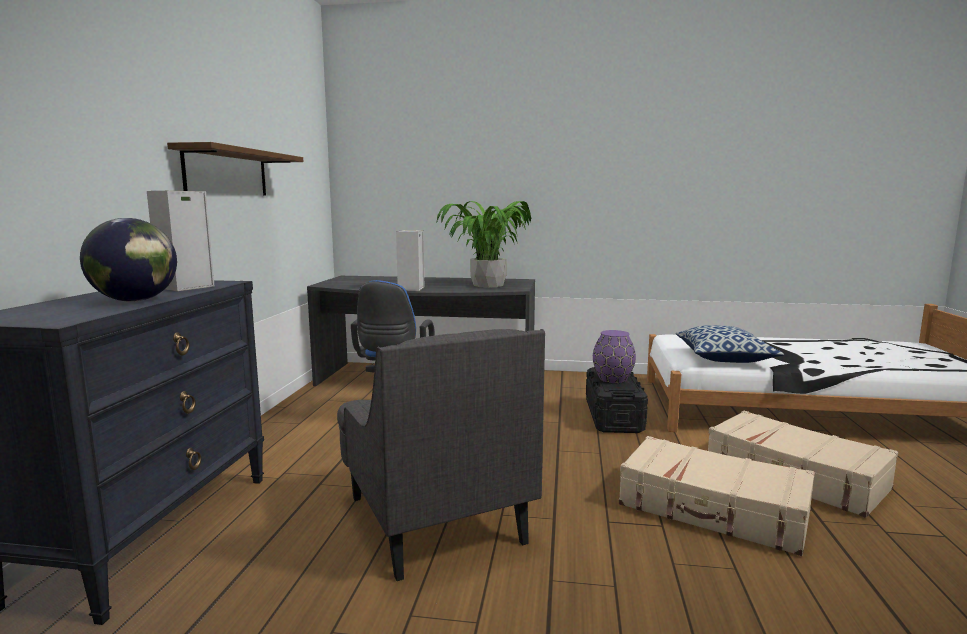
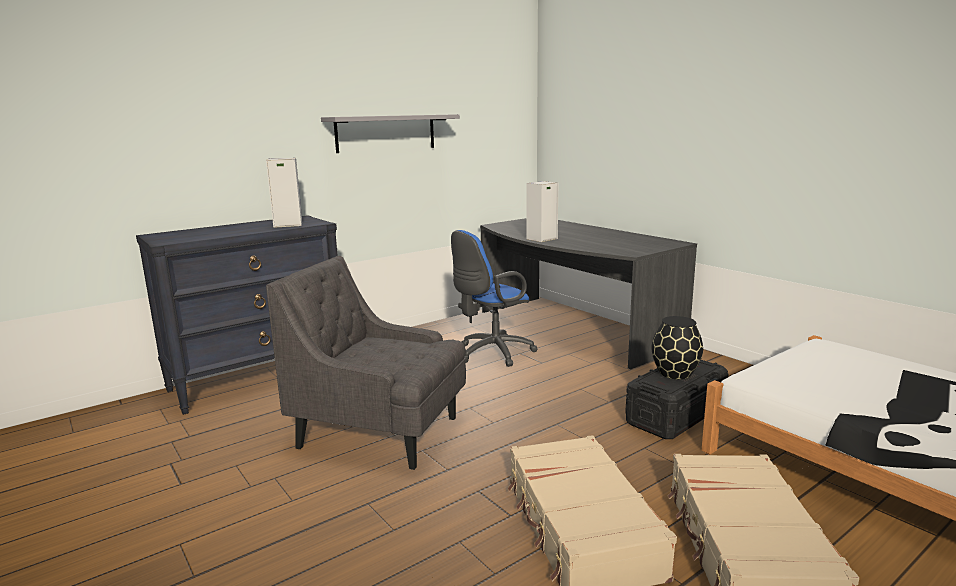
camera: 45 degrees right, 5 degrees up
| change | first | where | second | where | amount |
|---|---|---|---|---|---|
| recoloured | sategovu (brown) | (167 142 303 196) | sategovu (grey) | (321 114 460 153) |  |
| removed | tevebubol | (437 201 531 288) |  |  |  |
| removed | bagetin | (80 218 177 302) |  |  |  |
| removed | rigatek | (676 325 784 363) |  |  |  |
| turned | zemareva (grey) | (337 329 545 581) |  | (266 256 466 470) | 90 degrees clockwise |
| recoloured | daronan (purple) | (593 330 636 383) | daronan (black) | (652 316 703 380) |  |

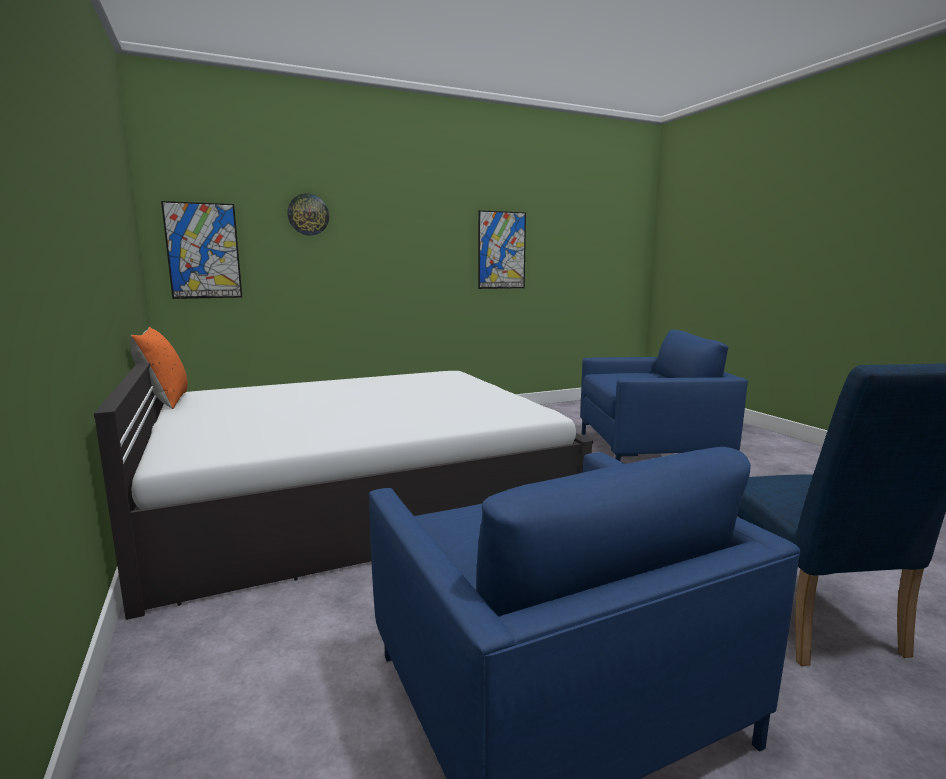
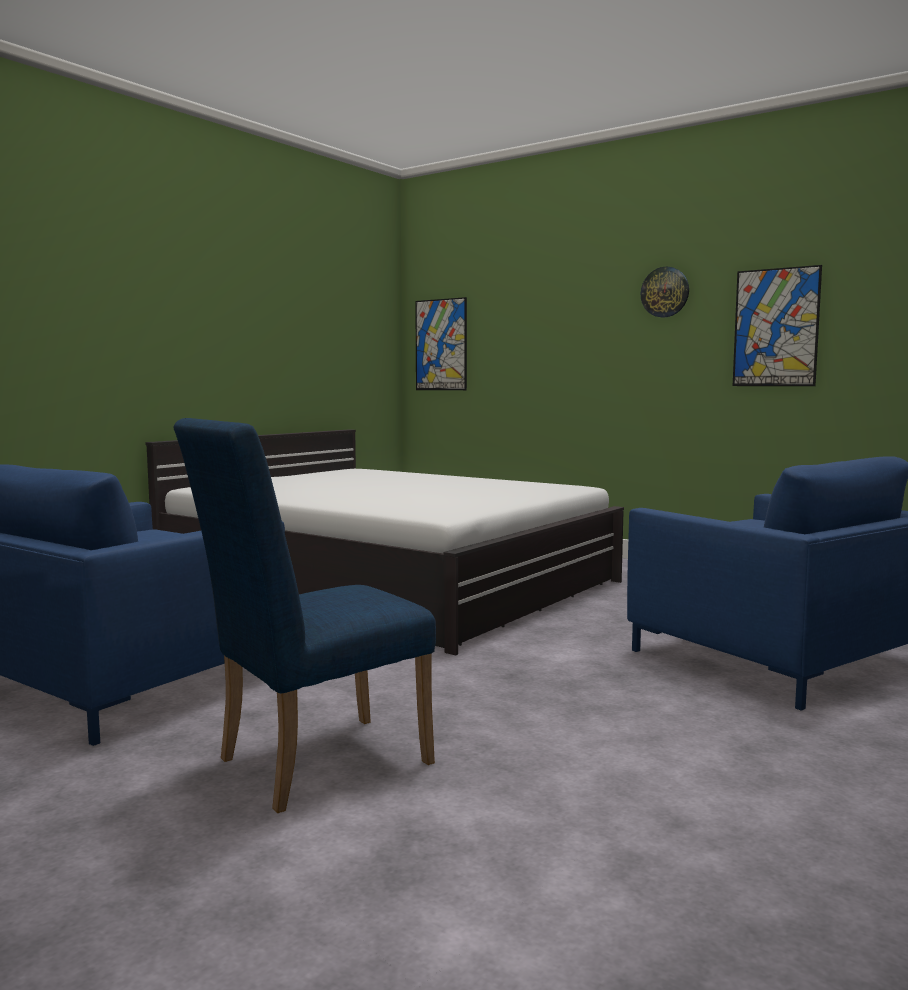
camera: 60 degrees right, 5 degrees down
| change | first | where | second | where | amount |
|---|---|---|---|---|---|
| moved | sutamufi | (287 193 329 236) |  | (641 267 689 318) |  |
| removed | rigatek (orange) | (130 327 188 409) |  |  |  |

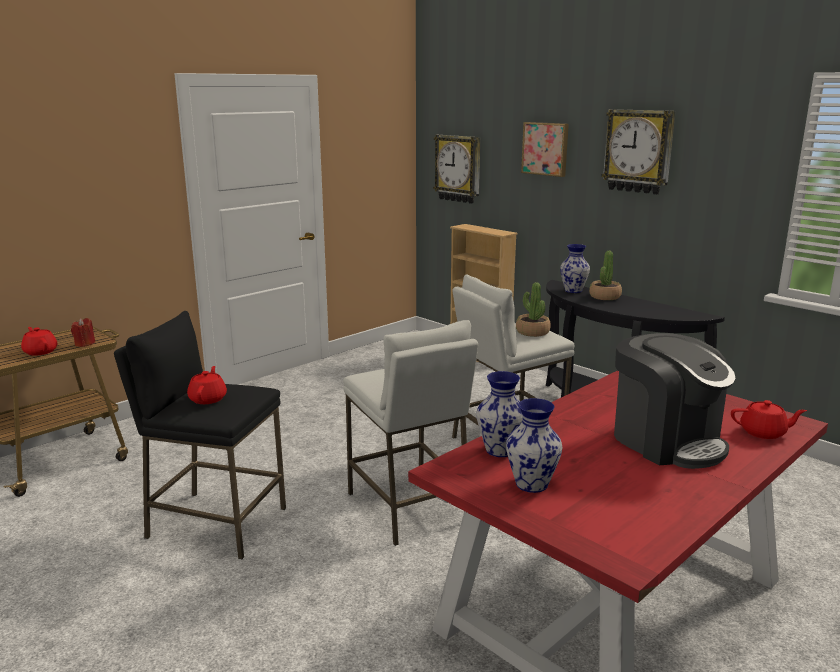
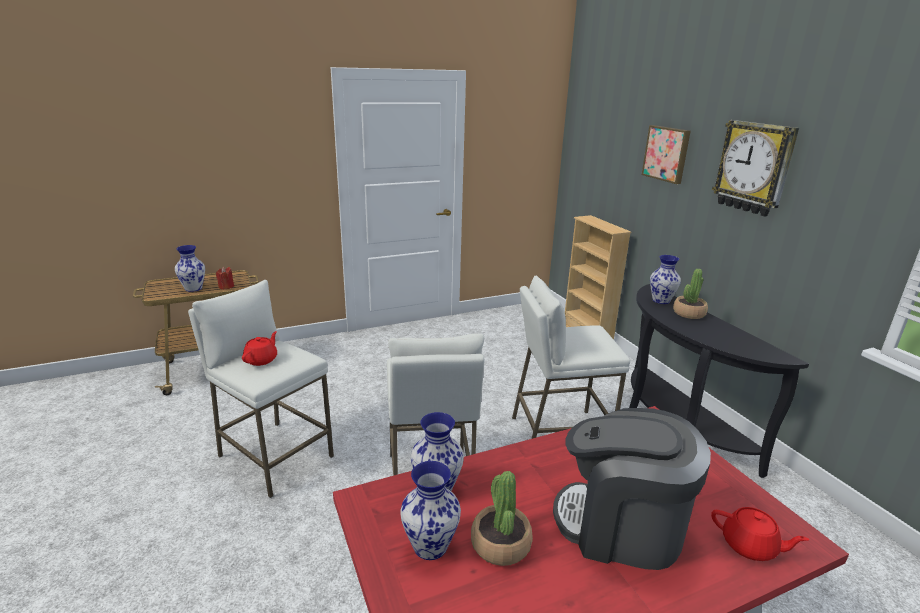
camera: 20 degrees right, 5 degrees up
| change | first | where | second | where | amount |
|---|---|---|---|---|---|
| removed | sutamufi | (433 135 480 204) |  |  |  |
| moved | tevebubol | (516 282 551 337) |  | (471 471 533 566) |  |
| recoloured | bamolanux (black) | (114 311 286 559) | bamolanux (white) | (188 280 334 498) |  |
| replaced | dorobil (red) | (21 327 57 356) | daronan | (175 245 205 292) |  |
| turned | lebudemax | (614 333 735 469) |  | (553 408 711 570) | 120 degrees clockwise |

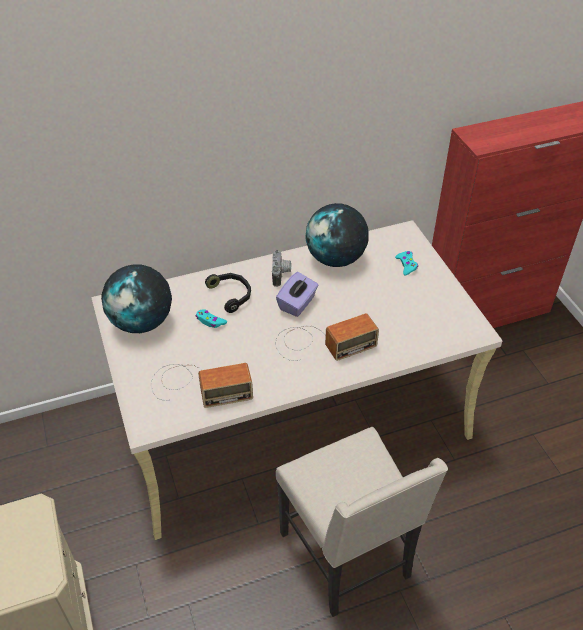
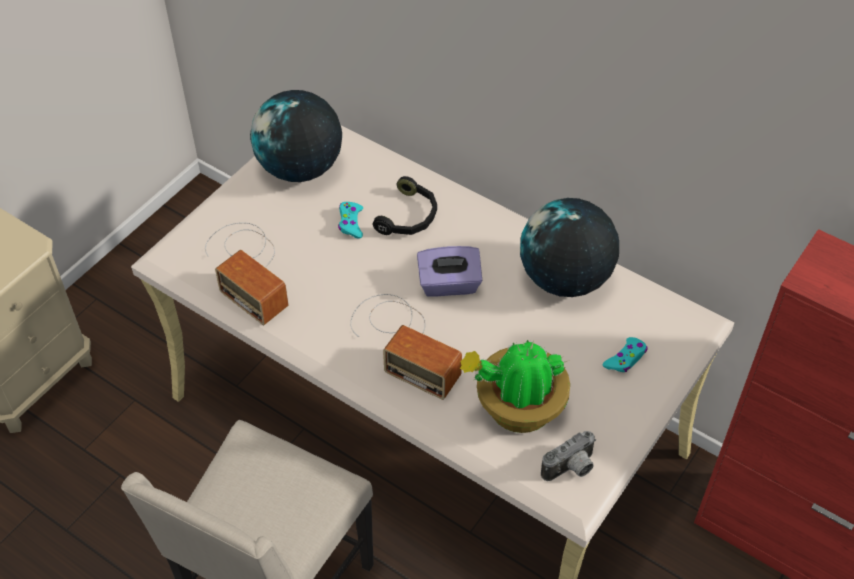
camera: 55 degrees right, 5 degrees up
| change | first | where | second | where | amount |
|---|---|---|---|---|---|
| moved | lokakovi | (272 250 291 287) |  | (541 431 596 481) |  |
| added |  |  | tevebubol | (460 340 570 433) |  |

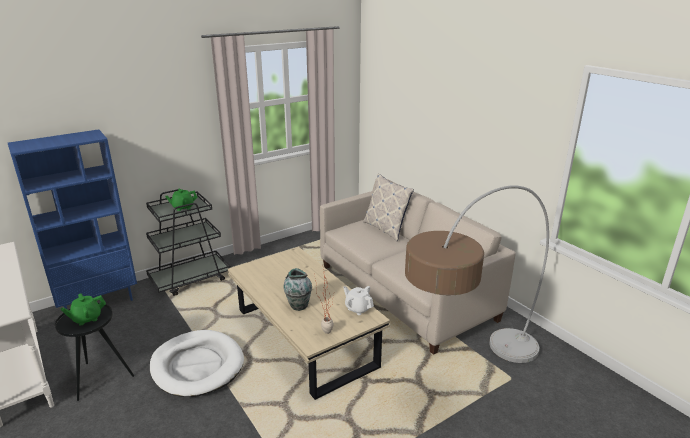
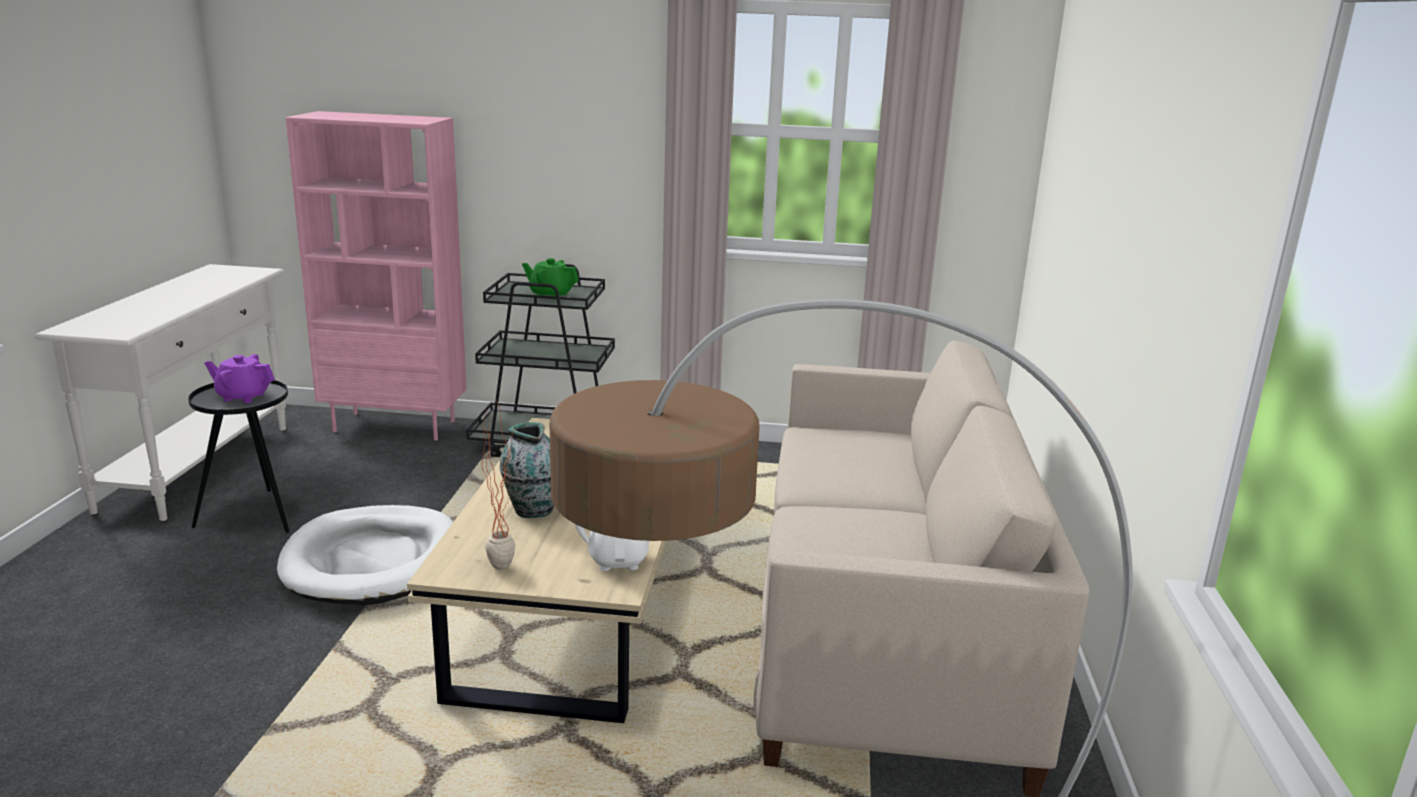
camera: 40 degrees right, 5 degrees down
| change | first | where | second | where | amount |
|---|---|---|---|---|---|
| recoloured | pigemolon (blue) | (8 129 137 310) | pigemolon (pink) | (285 111 467 440) |  |
| removed | rigatek | (363 173 414 241) |  |  |  |
| recoloured | dorobil (green) | (61 293 106 326) | dorobil (purple) | (204 354 275 403) |  |

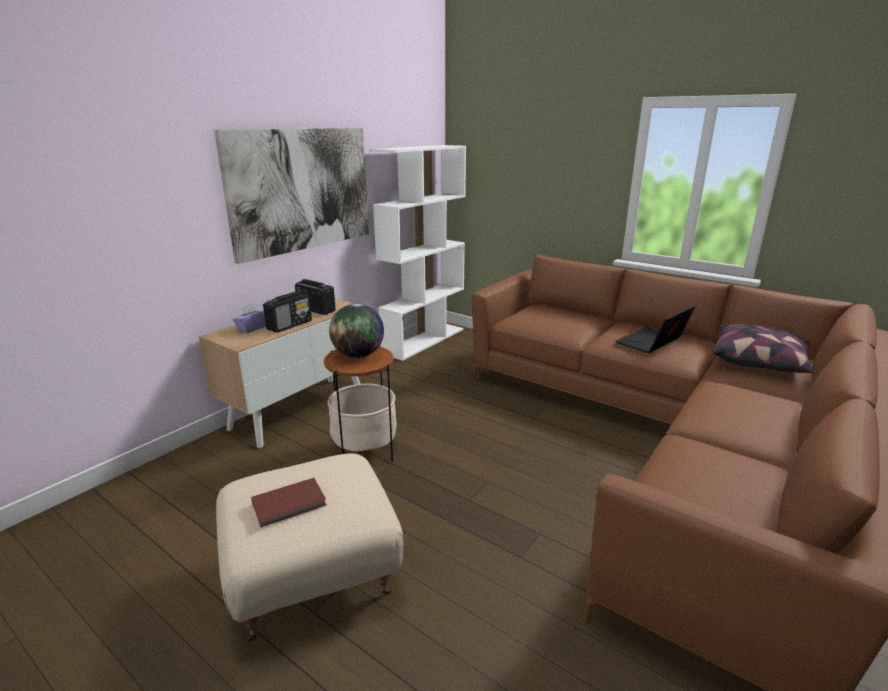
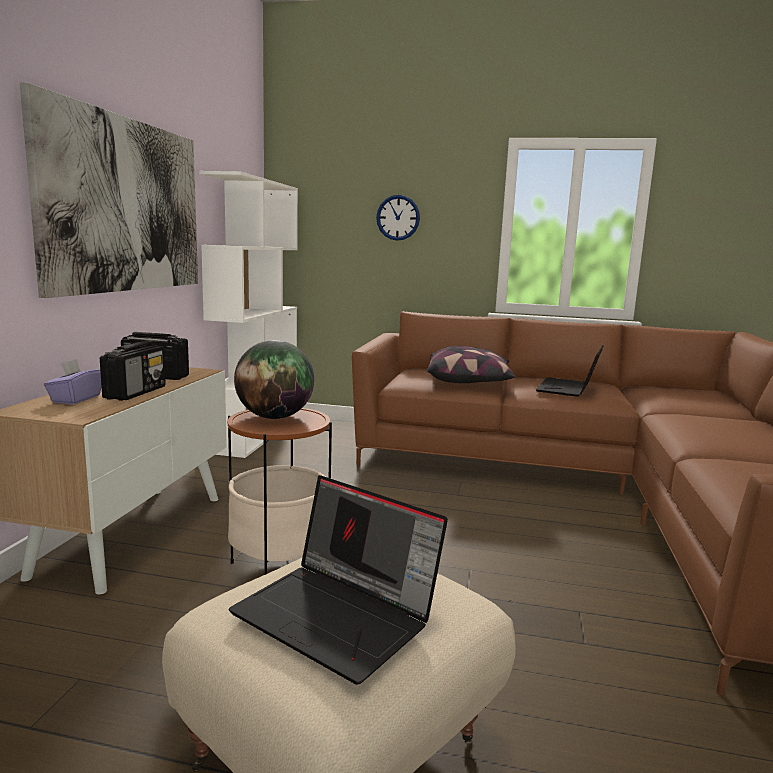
camera: 25 degrees left, 10 degrees down
| change | first | where | second | where | amount |
|---|---|---|---|---|---|
| moved | rigatek | (713 324 813 373) |  | (427 346 516 383) |  |
| replaced | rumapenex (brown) | (251 478 327 527) | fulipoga | (229 475 448 685) |  |
| added |  |  | sutamufi | (376 195 420 241) |  |

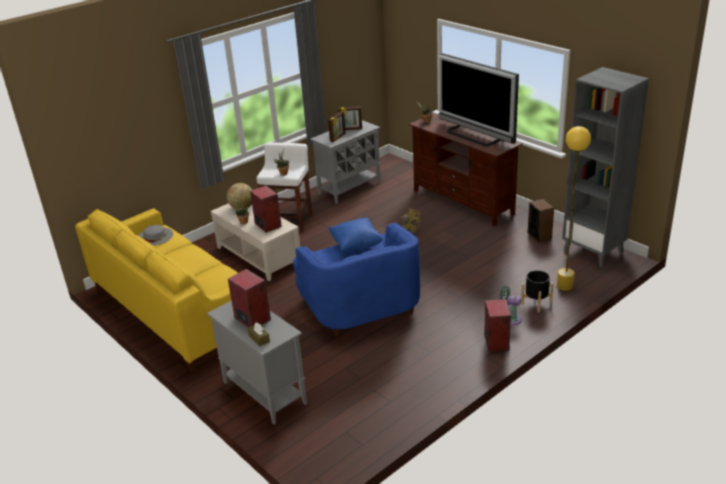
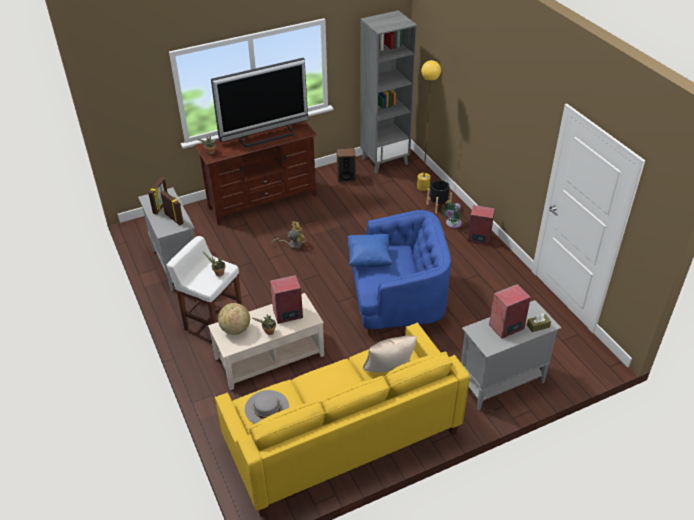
camera: 75 degrees left, 10 degrees up
| change | first | where | second | where | amount |
|---|---|---|---|---|---|
| added |  |  | rigatek (beige) | (363 335 417 372) |  |

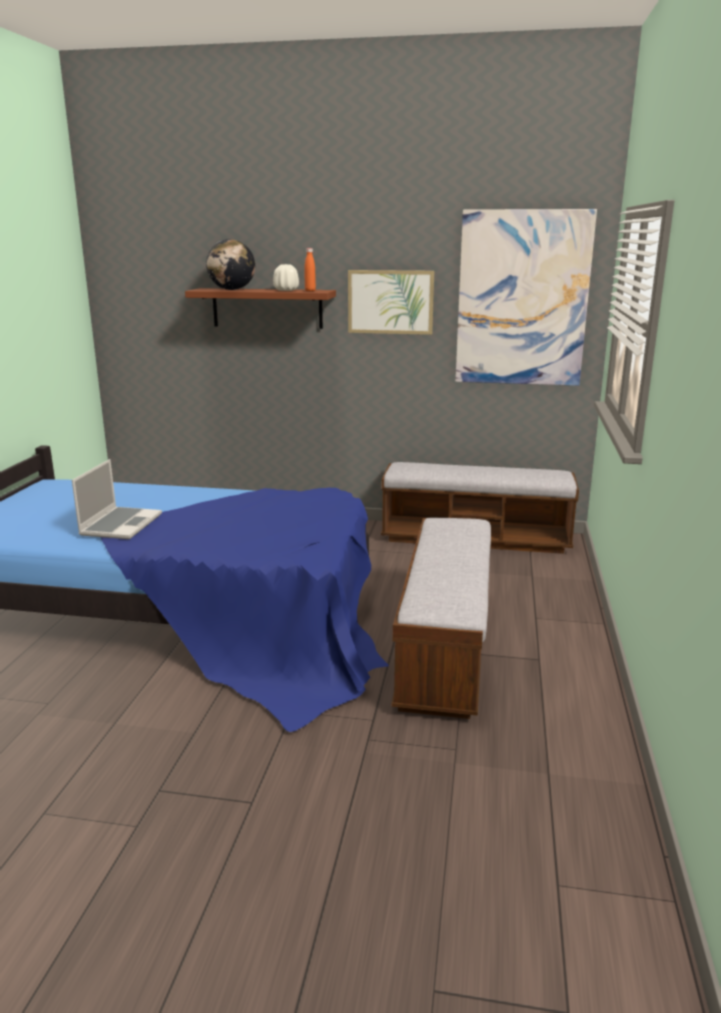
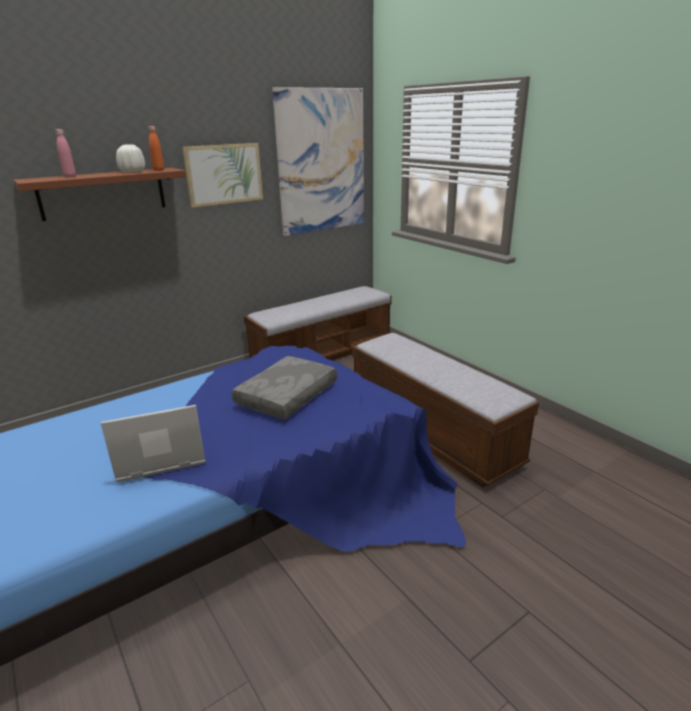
camera: 45 degrees left, 5 degrees up
| change | first | where | second | where | amount |
|---|---|---|---|---|---|
| replaced | bagetin | (206 239 255 290) | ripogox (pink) | (55 129 76 178) |  |
| turned | fulipoga | (72 459 162 539) |  | (100 405 206 482) | 75 degrees counterclockwise |
| added |  |  | rigatek (grey) | (232 356 337 419) |  |

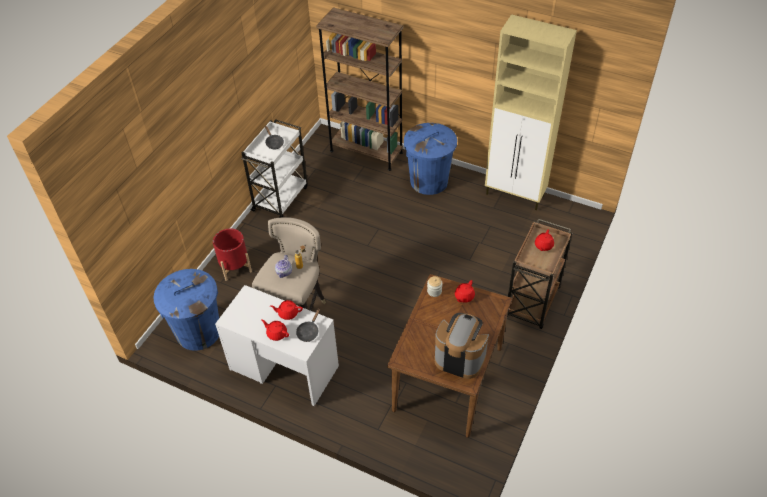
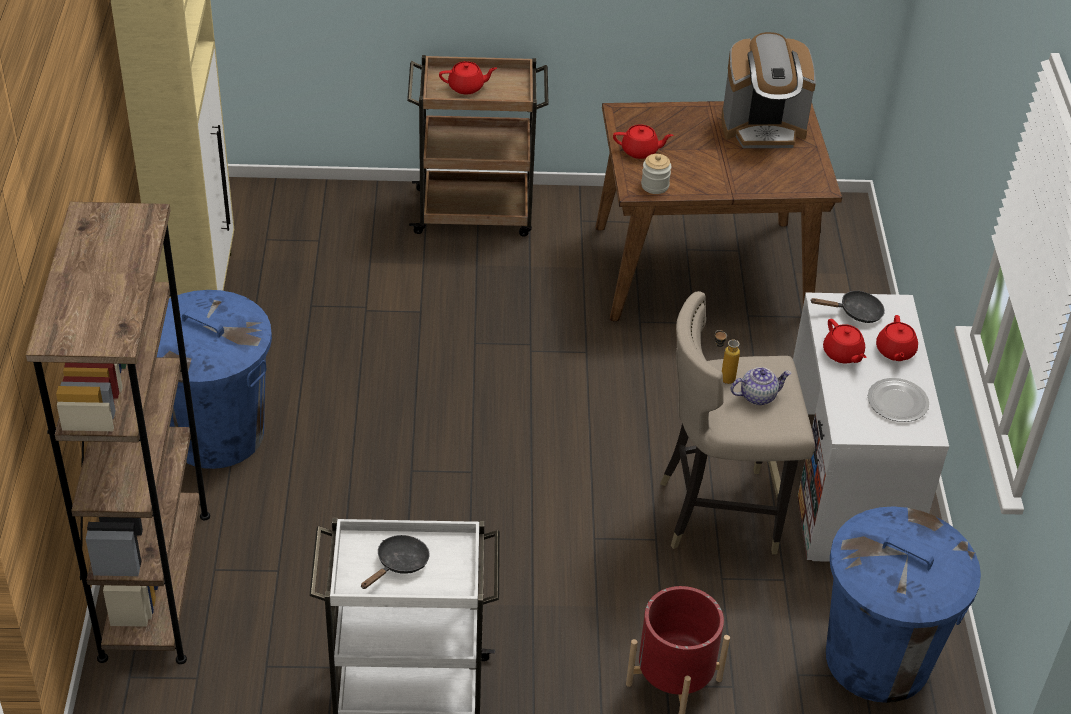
camera: 120 degrees left, 5 degrees down
| change | first | where | second | where | amount |
|---|---|---|---|---|---|
| turned | lebudemax | (434 313 489 379) |  | (722 32 816 148) | 90 degrees counterclockwise |
| added |  |  | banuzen | (868 378 929 422) |  |

